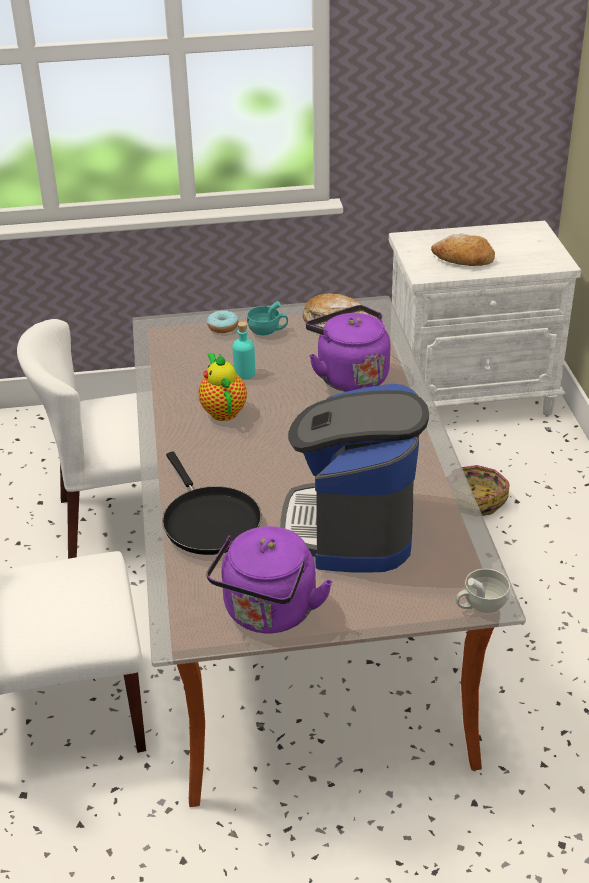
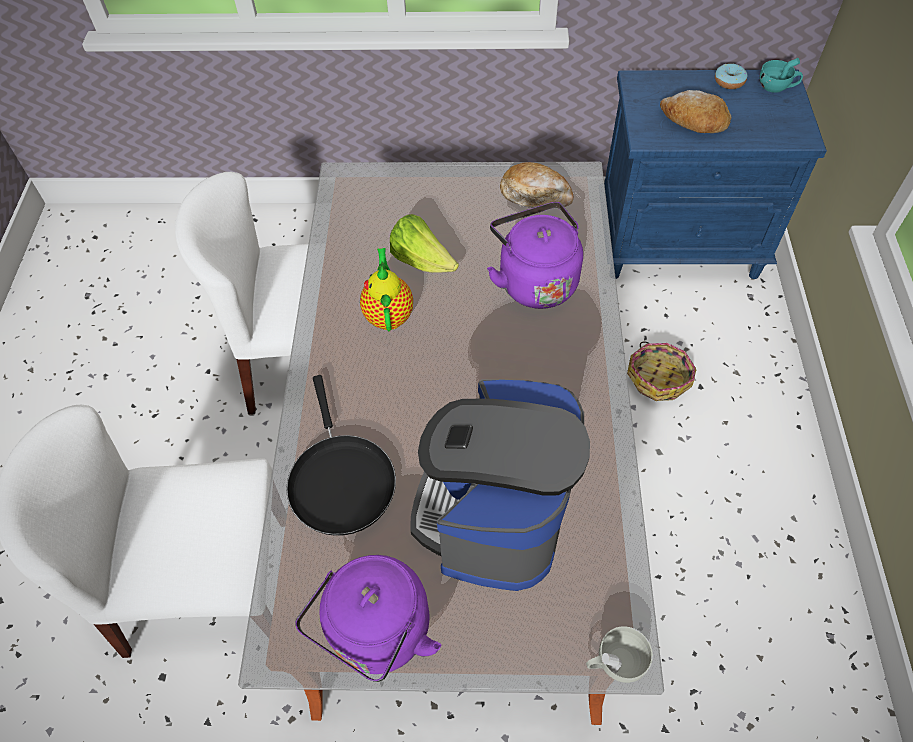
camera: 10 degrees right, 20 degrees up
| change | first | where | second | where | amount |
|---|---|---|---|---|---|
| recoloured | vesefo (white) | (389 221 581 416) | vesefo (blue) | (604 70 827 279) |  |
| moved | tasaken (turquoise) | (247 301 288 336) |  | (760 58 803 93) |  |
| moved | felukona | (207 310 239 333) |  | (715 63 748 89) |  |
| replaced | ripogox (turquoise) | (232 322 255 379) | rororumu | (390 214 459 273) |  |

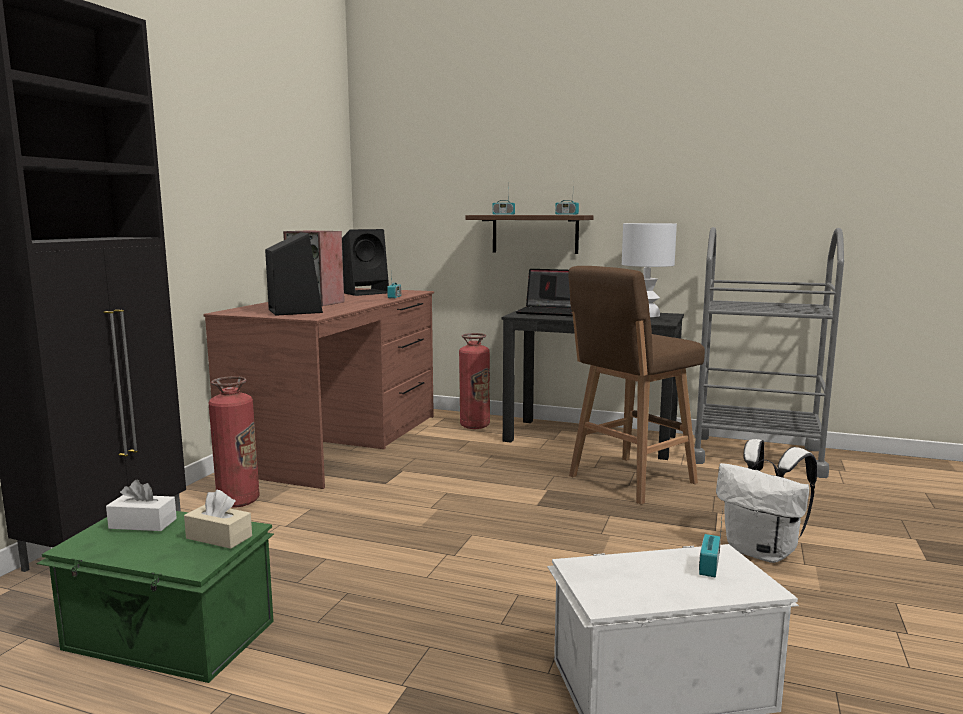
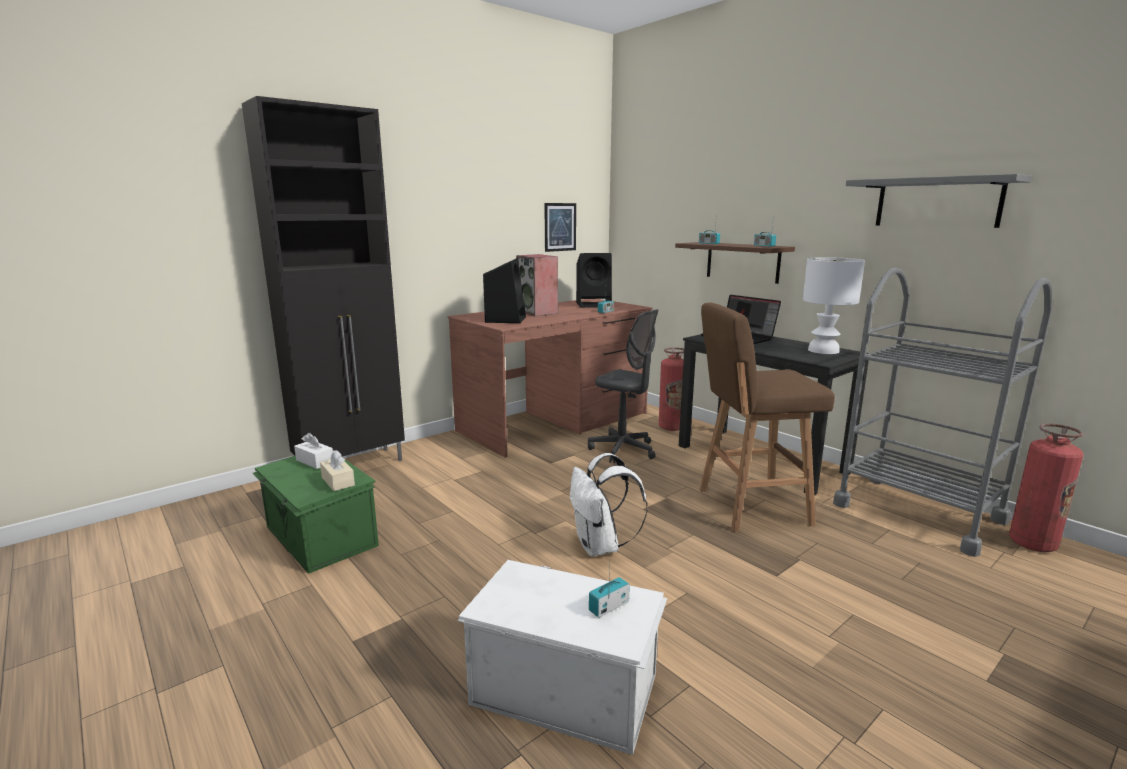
camera: 30 degrees right, 5 degrees up
| change | first | where | second | where | amount |
|---|---|---|---|---|---|
| moved | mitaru | (209 376 260 508) |  | (1009 424 1084 552) |  |
| moved | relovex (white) | (716 439 817 563) |  | (570 453 647 556) |  |
| added |  |  | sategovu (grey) | (846 174 1032 228) |  |
| added |  |  | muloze | (544 203 576 252) |  |
| added |  |  | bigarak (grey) | (588 309 659 463) |  |

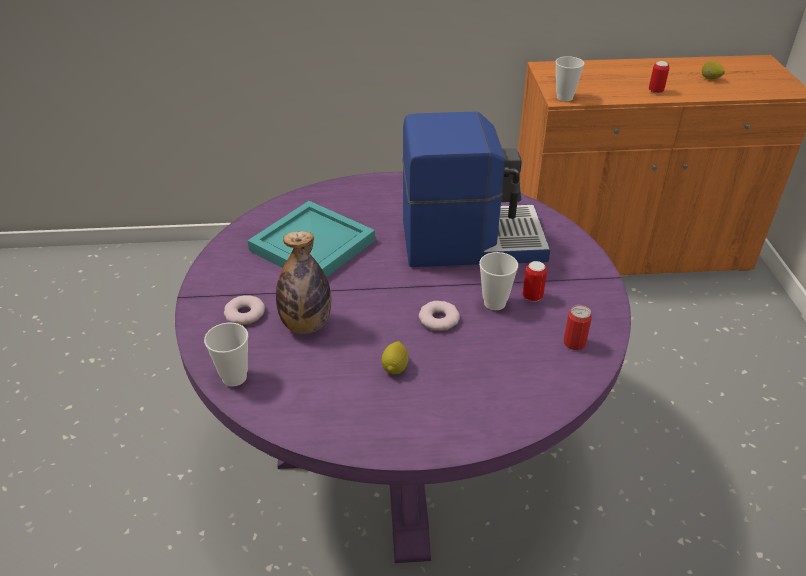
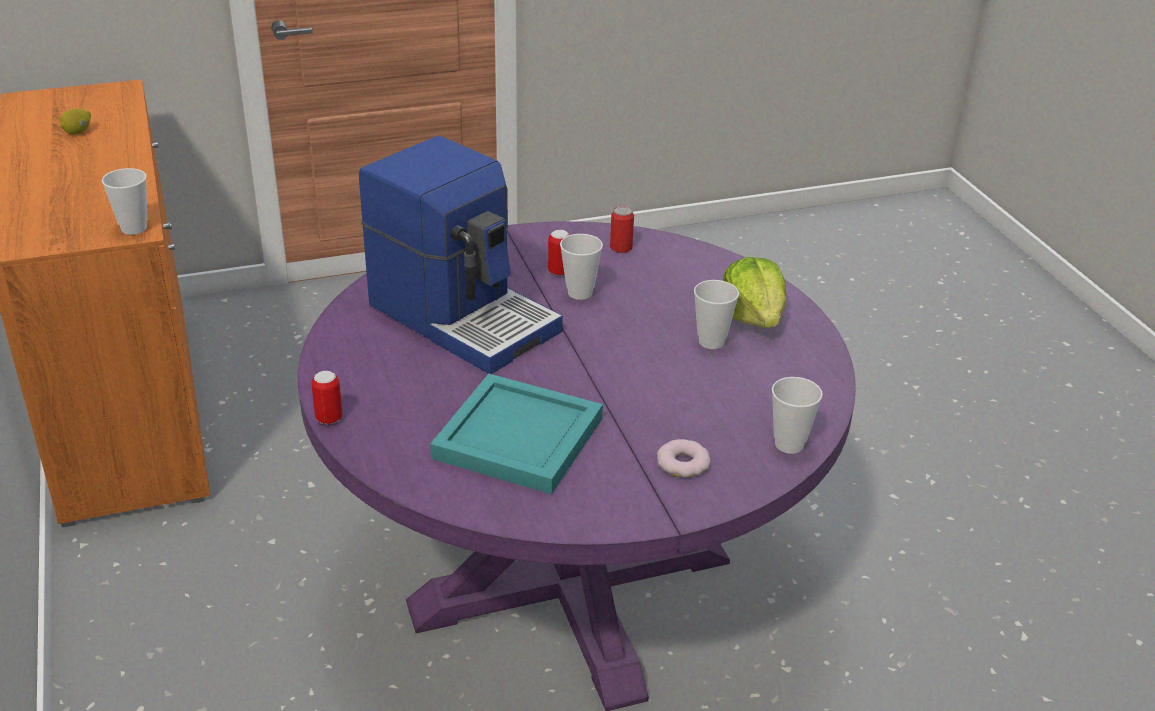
camera: 105 degrees left, 5 degrees down
| change | first | where | second | where | amount |
|---|---|---|---|---|---|
| moved | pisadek | (649 61 669 94) |  | (311 371 343 424) |  |
| turned | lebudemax | (402 111 550 267) |  | (359 136 563 374) | 150 degrees clockwise |
| removed | ripogox | (276 231 331 334) |  |  |  |
| removed | felukona | (419 301 460 331) |  |  |  |
| replaced | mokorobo | (382 341 409 374) | tasaken | (694 280 739 349) |  |
| added |  |  | rororumu | (723 257 787 328) |  |

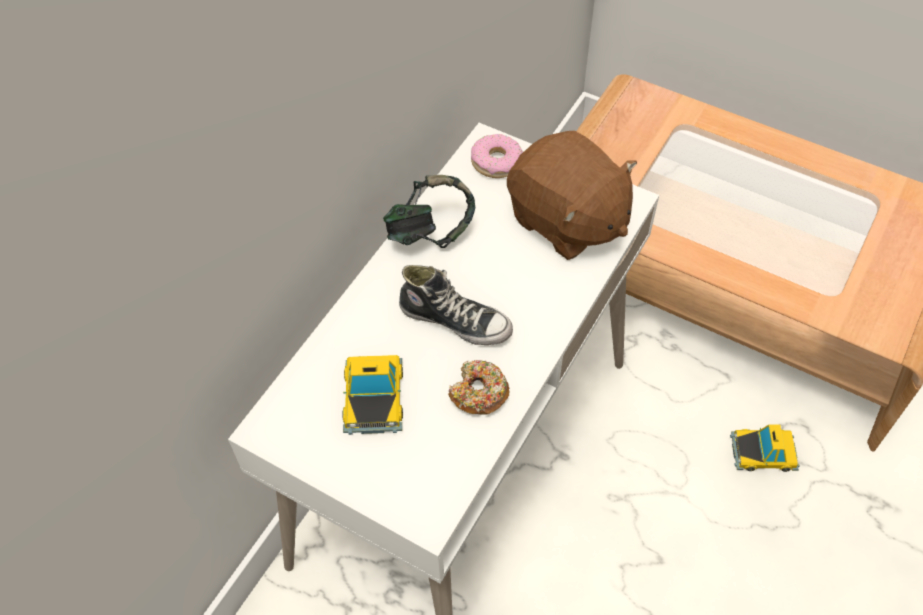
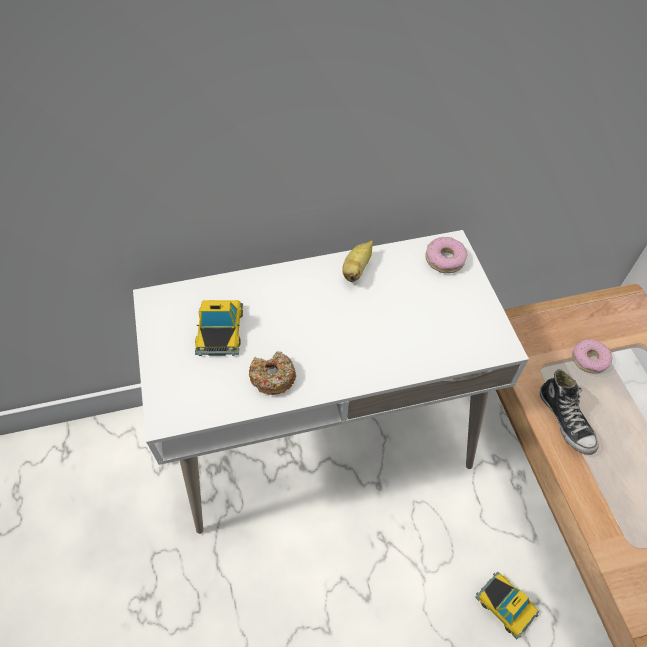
camera: 45 degrees right, 0 degrees up
| change | first | where | second | where | amount |
|---|---|---|---|---|---|
| removed | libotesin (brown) | (507 131 637 260) |  |  |  |
| replaced | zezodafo | (383 175 475 248) | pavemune | (342 240 373 282) |  |
| moved | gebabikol | (399 265 513 345) |  | (540 369 599 455) |  |
| turned | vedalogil | (342 355 403 435) |  | (195 300 243 356) | 45 degrees counterclockwise |
| added |  |  | felukona | (572 339 612 374) |  |

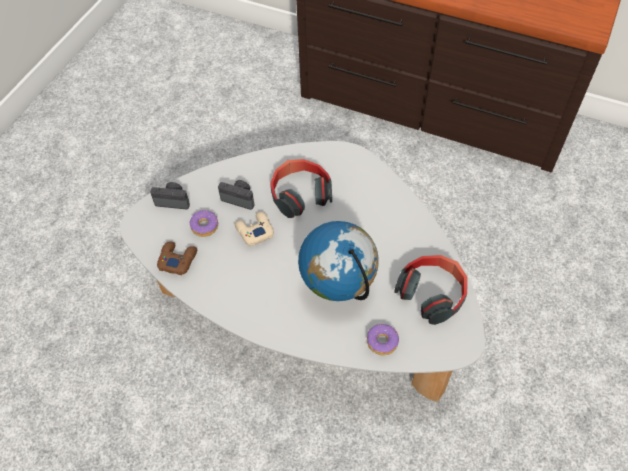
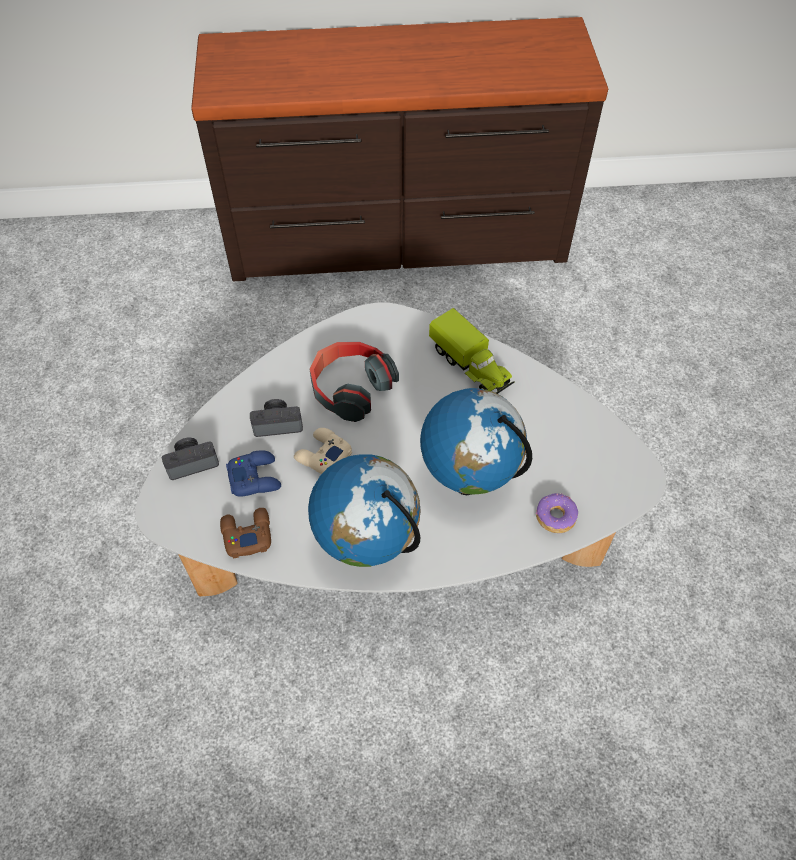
camera: 30 degrees left, 0 degrees up
| change | first | where | second | where | amount |
|---|---|---|---|---|---|
| replaced | felukona | (189 210 218 237) | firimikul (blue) | (226 450 281 497) |  |
| removed | zezodafo | (394 255 468 325) |  |  |  |
| added |  |  | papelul | (429 308 515 394) |  |
| added |  |  | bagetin | (308 454 421 567) |  |

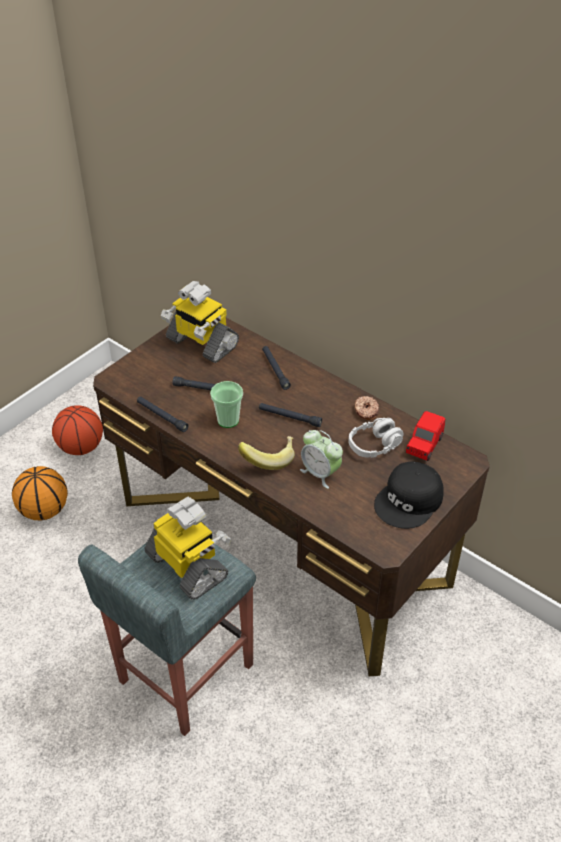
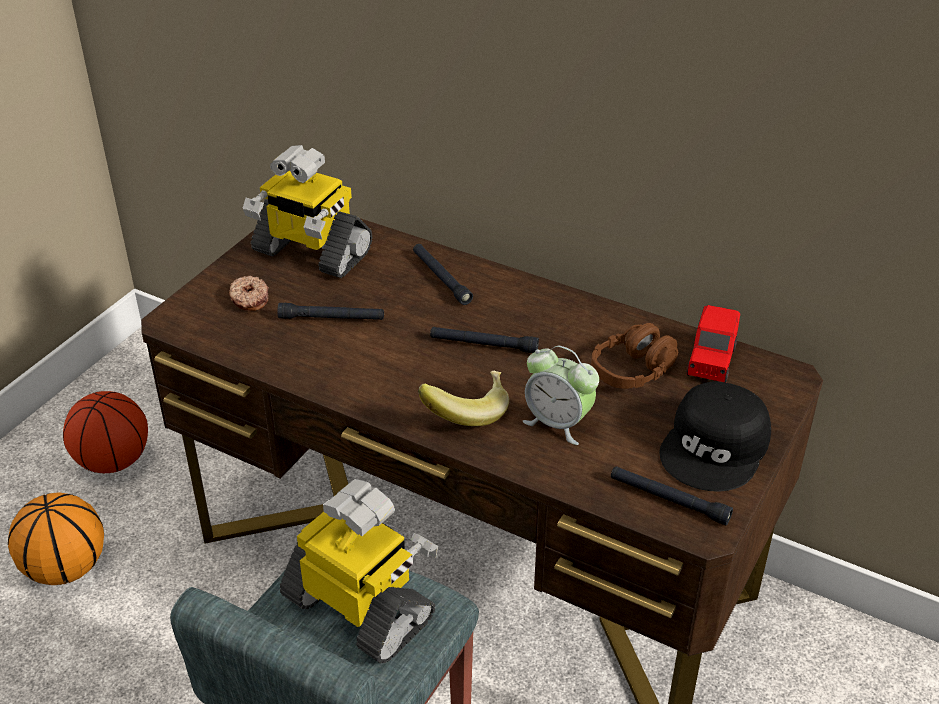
camera: 10 degrees left, 5 degrees down
| change | first | where | second | where | amount |
|---|---|---|---|---|---|
| removed | tasaken | (210 381 243 428) |  |  |  |
| moved | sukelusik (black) | (137 396 189 432) |  | (611 466 733 525) |  |
| moved | felukona | (354 396 379 420) |  | (229 276 269 311) |  |
| recoloured | zezodafo (grey) | (348 418 404 458) | zezodafo (brown) | (591 323 678 389) |  |

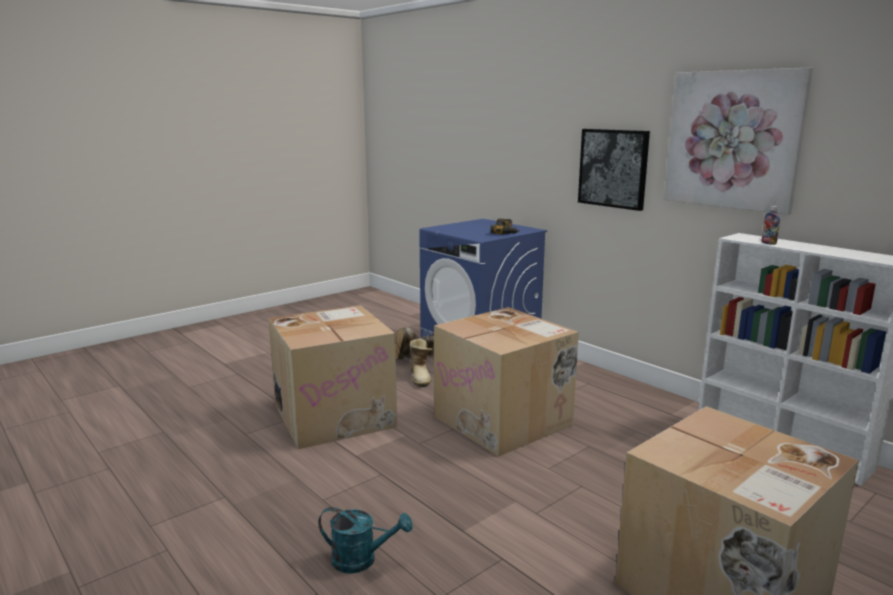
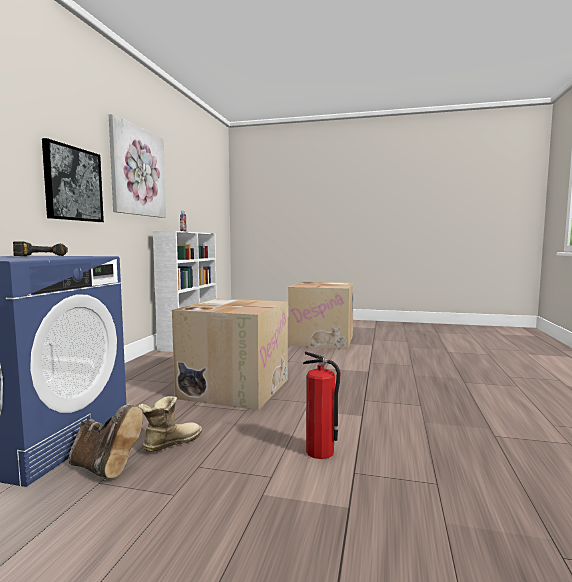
camera: 125 degrees left, 10 degrees down
| change | first | where | second | where | amount |
|---|---|---|---|---|---|
| replaced | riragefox | (268 305 397 449) | mitaru | (303 351 341 459) |  |
| removed | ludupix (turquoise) | (318 507 412 574) |  |  |  |

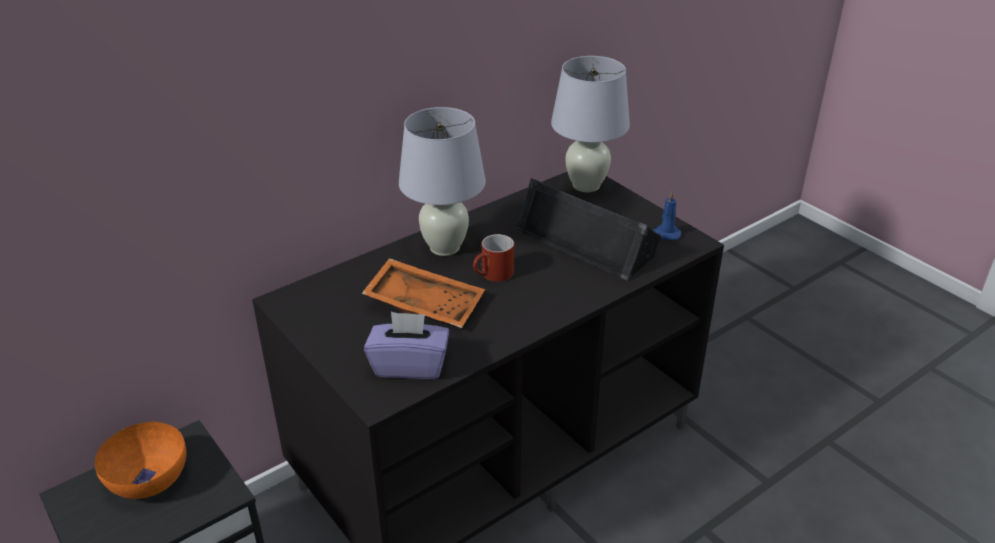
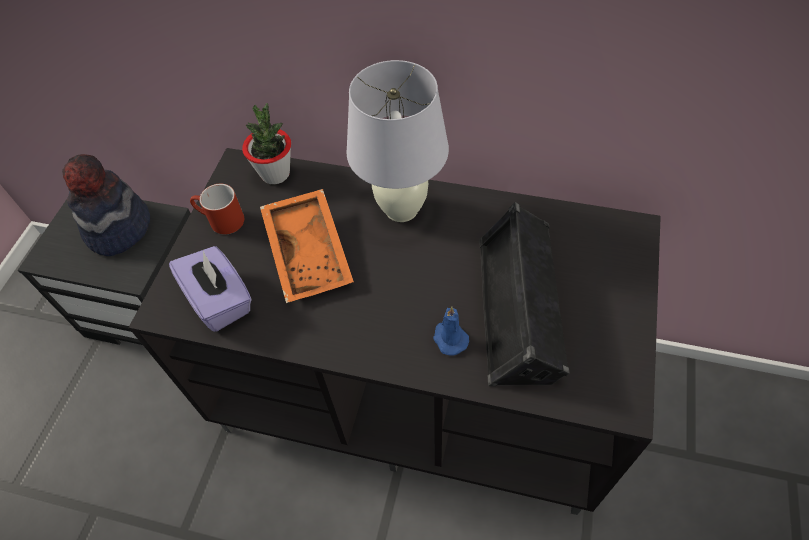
camera: 55 degrees right, 20 degrees up
| change | first | where | second | where | amount |
|---|---|---|---|---|---|
| removed | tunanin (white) | (551 56 630 192) |  |  |  |
| moved | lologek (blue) | (653 192 681 240) |  | (433 306 469 356) |  |
| moved | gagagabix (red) | (473 234 514 282) |  | (190 184 244 235) |  |
| replaced | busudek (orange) | (95 422 186 499) | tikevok | (62 154 150 256) |  |
| added |  |  | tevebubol | (242 103 291 184) |  |

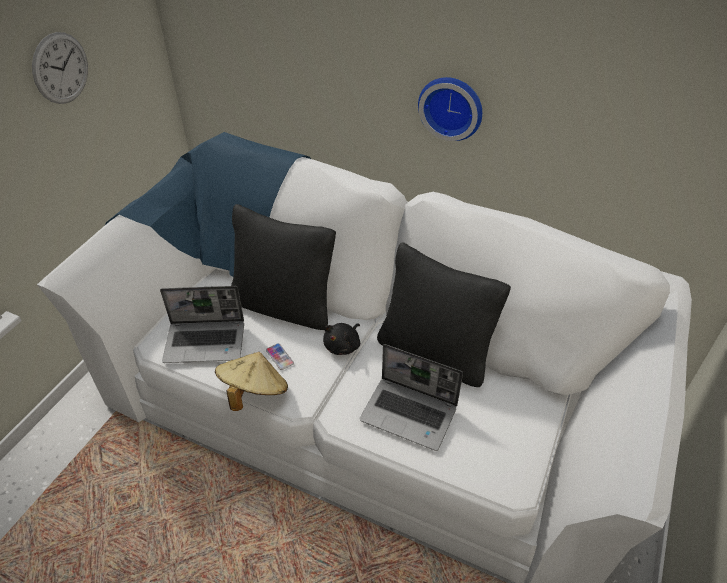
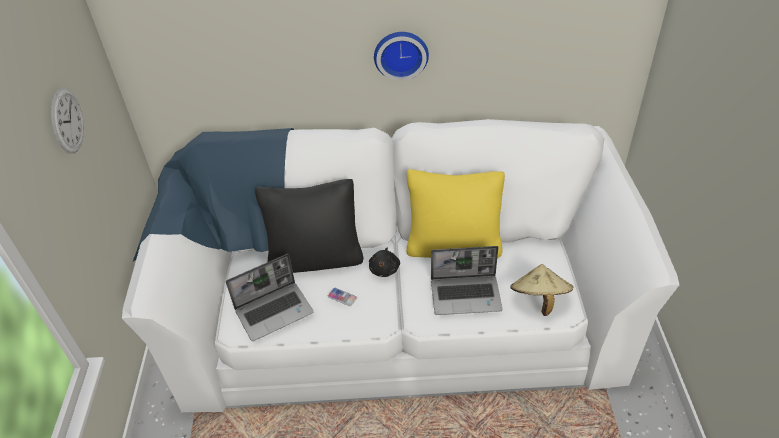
camera: 25 degrees left, 0 degrees up
| change | first | where | second | where | amount |
|---|---|---|---|---|---|
| recoloured | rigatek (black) | (377 242 511 387) | rigatek (yellow) | (406 169 505 258) |  |
| moved | tikevok (beige) | (215 352 288 411) |  | (510 264 573 316) |  |

